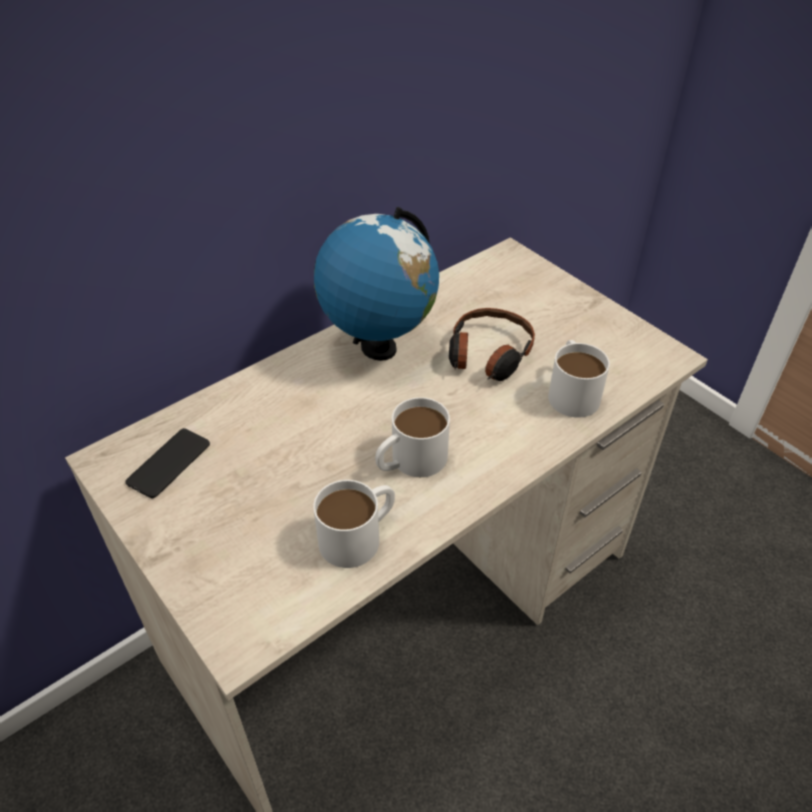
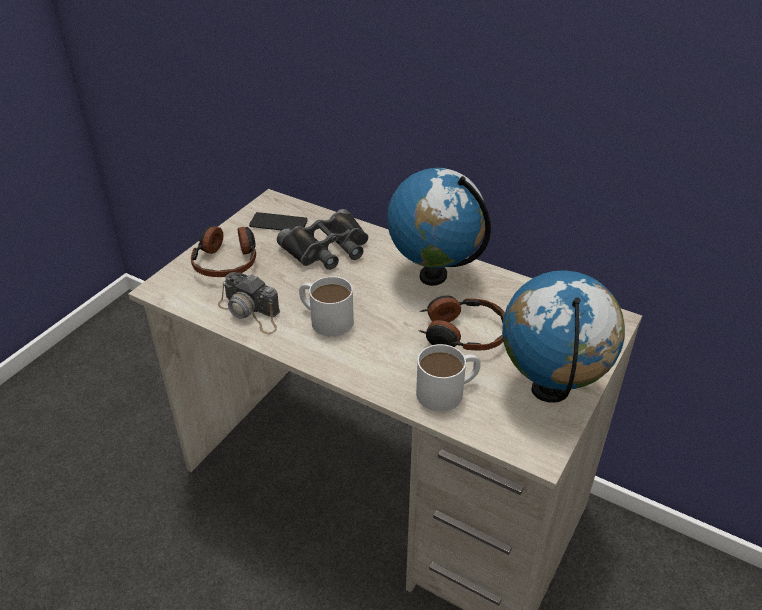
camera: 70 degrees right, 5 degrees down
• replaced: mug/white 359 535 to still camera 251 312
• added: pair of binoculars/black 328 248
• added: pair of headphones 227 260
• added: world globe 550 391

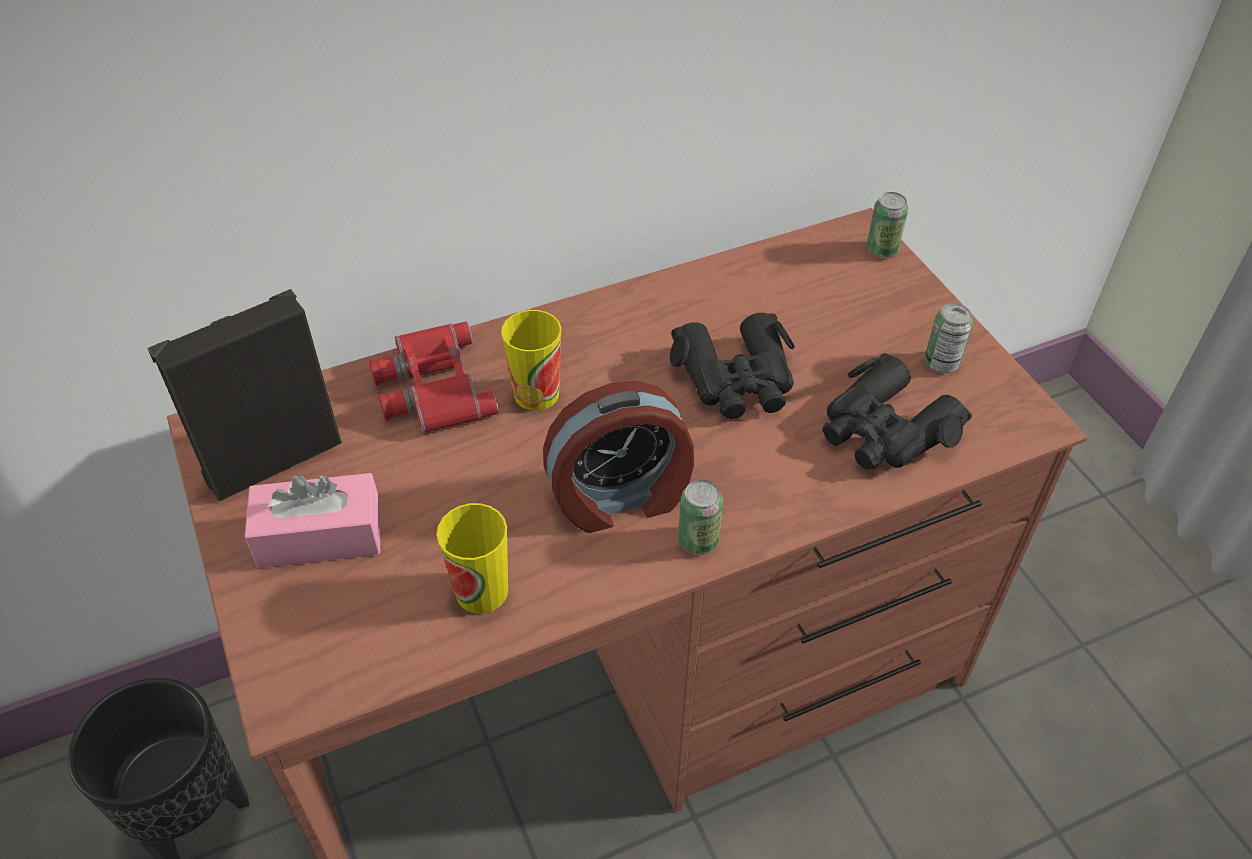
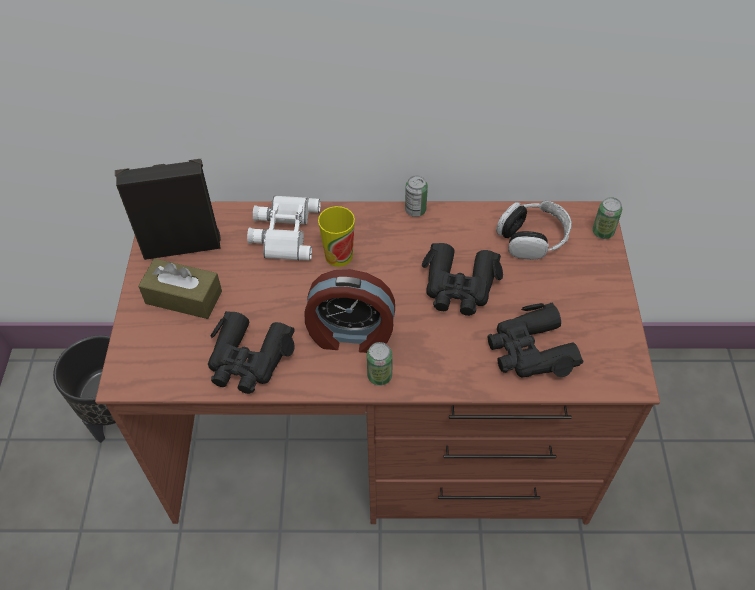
camera: 25 degrees right, 5 degrees up
• moved: sealed can 941 363 to 415 210
• recoloured: pair of binoculars/red-coloured 430 387 to pair of binoculars/white 283 231
• recoloured: tissue holder/pink 320 536 to tissue holder/brownish 183 297
• replaced: small cup 482 591 to pair of binoculars/black 248 360
• added: pair of headphones 532 237

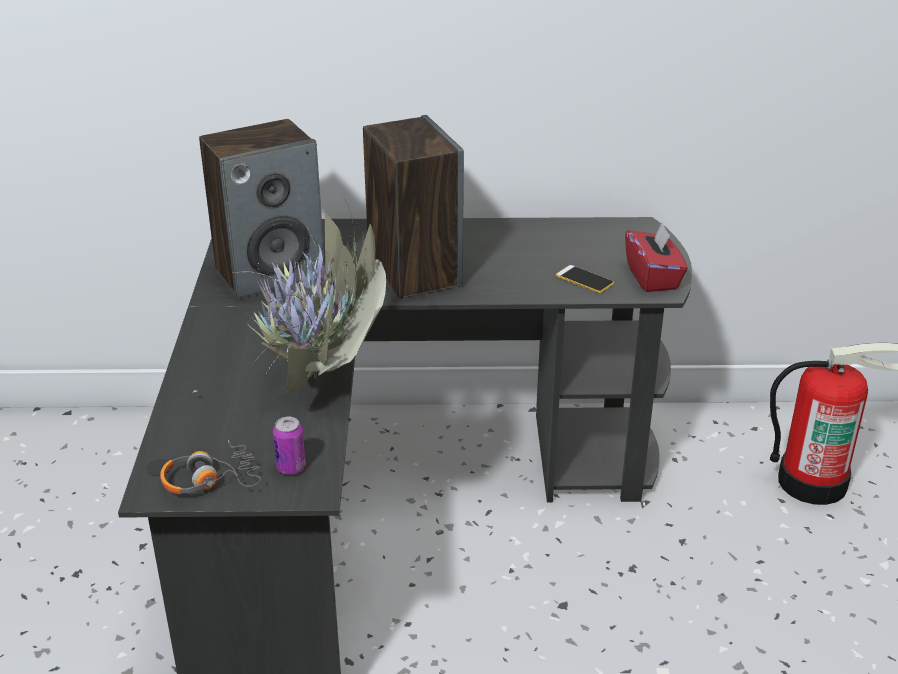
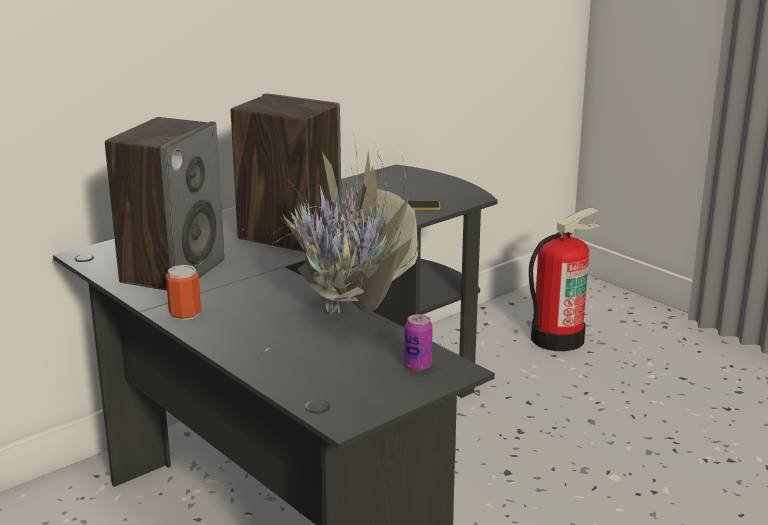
camera: 40 degrees left, 10 degrees down
• removed: tissue holder/red-coloured 653 277
• removed: pair of headphones 210 479
• added: sealed can 185 314

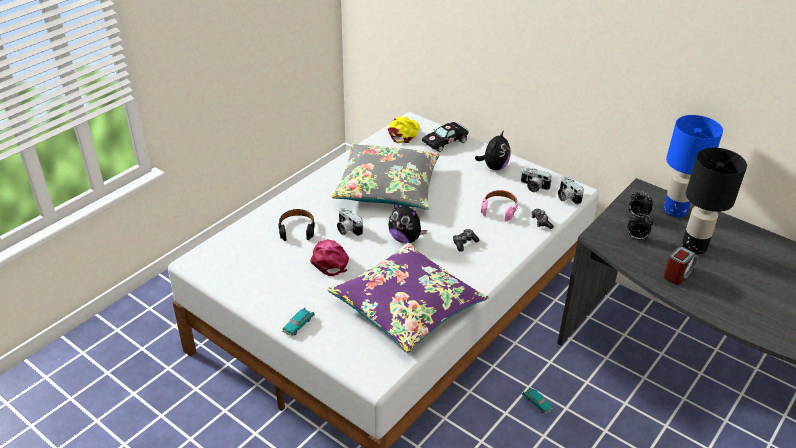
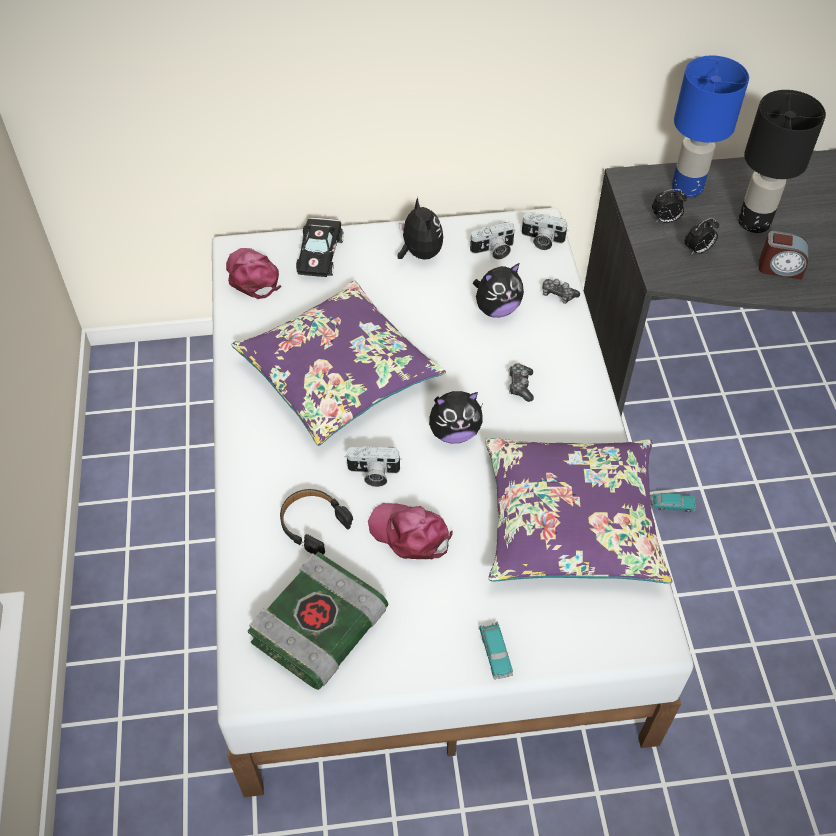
camera: 45 degrees left, 15 degrees up
• recoloured: baseball cap/yellow-coloured 404 133 to baseball cap/pink 252 276
• recoloured: cushion/grey 387 187 to cushion/purple 339 373
• replaced: pair of headphones/pink 499 208 to soft toy 496 309
• turned: bedside clock 677 274 = 780 268 105 degrees clockwise
• added: bound book 319 629

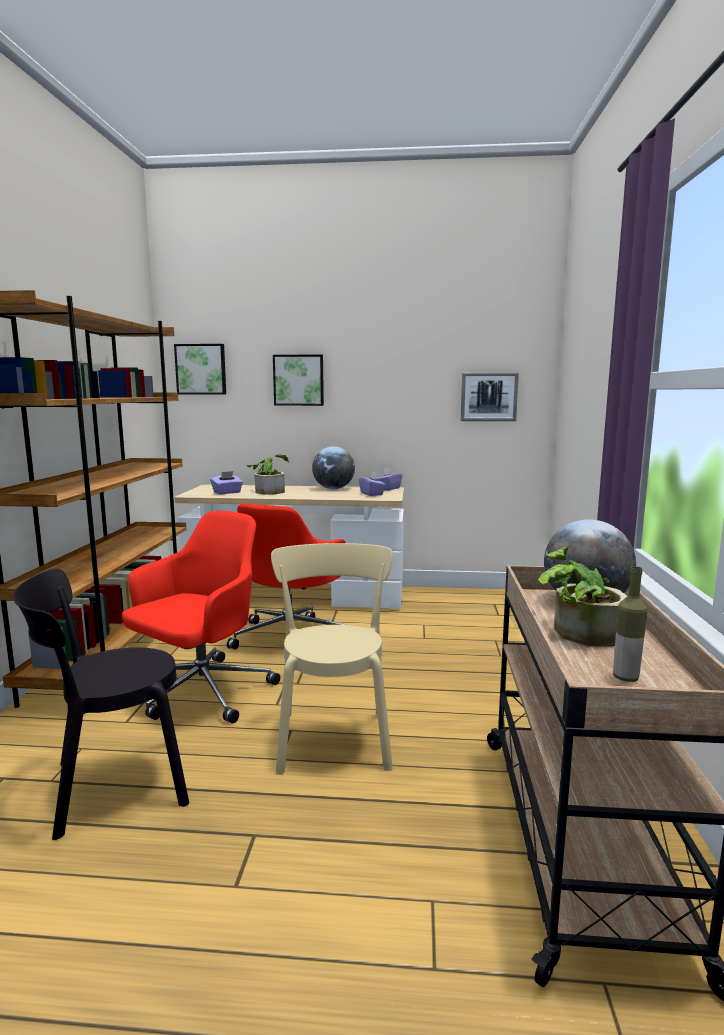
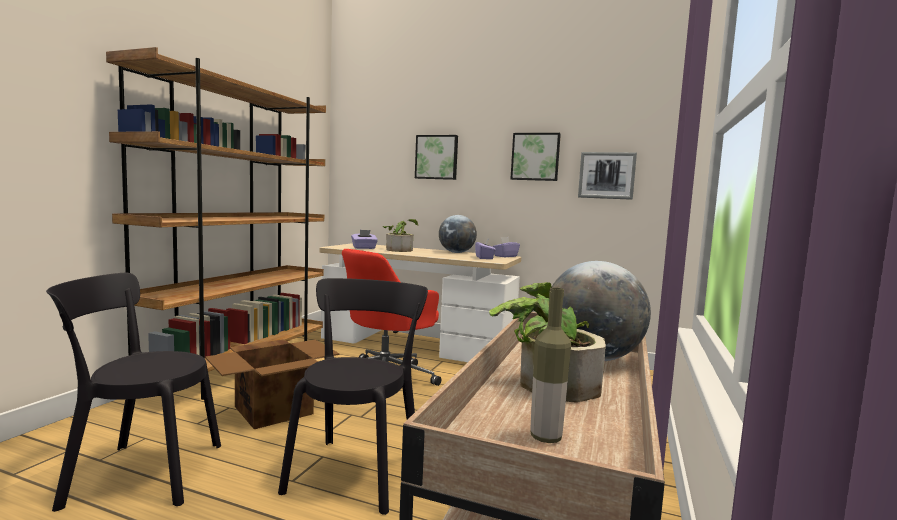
camera: 15 degrees right, 5 degrees down
• moved: wall picture 201 369 to 535 157
• replaced: desk chair/red-coloured 201 692 to carton 275 410
• recoloured: plain chair/sand-coloured 334 736 to plain chair/black 356 470

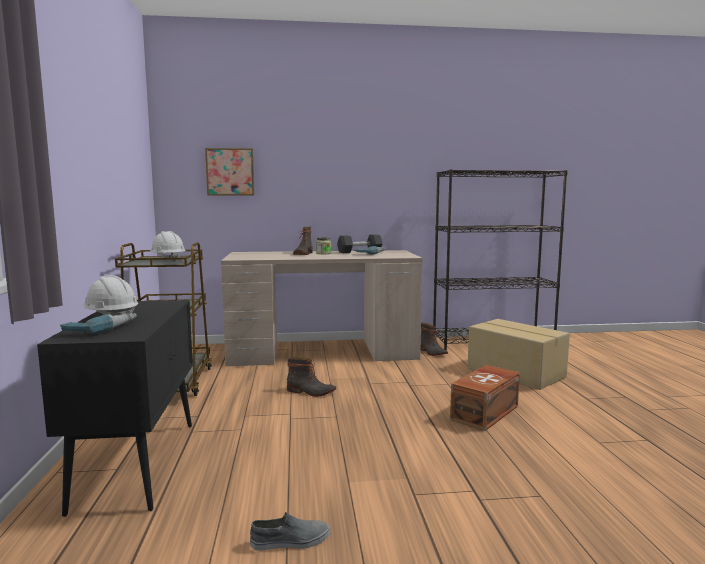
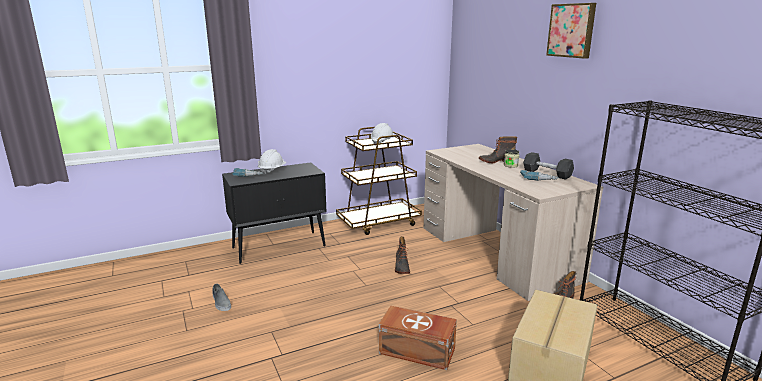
camera: 70 degrees right, 10 degrees up
• moved: wall picture 230 172 to 572 30

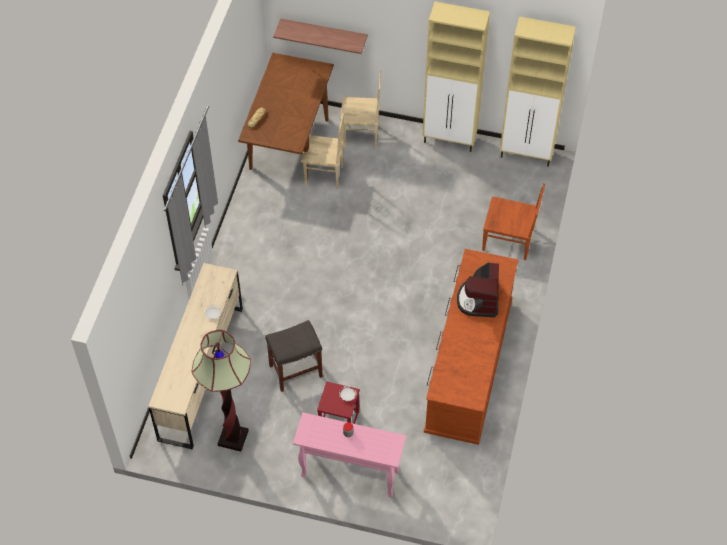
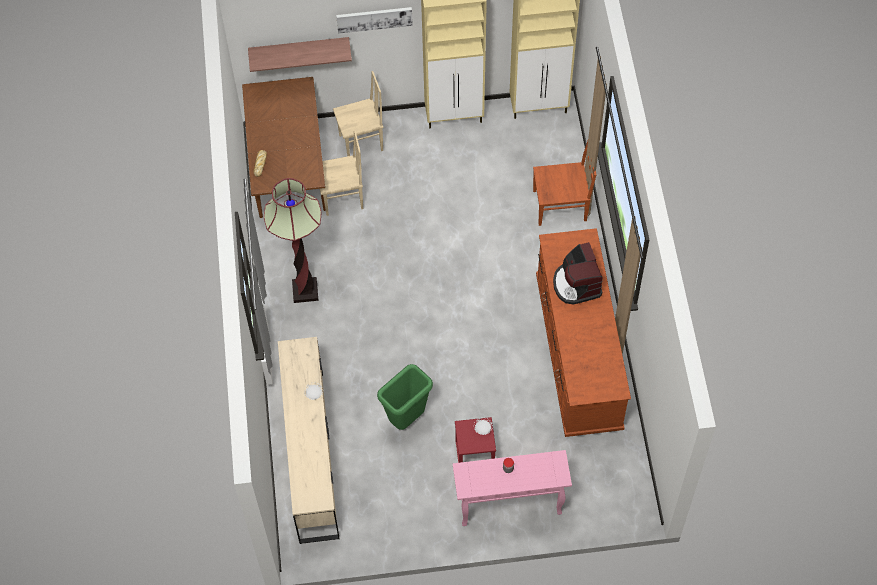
camera: 20 degrees left, 5 degrees up
• replaced: sitting stool/grey 295 371 to trash can/green 407 419
• moved: standing lamp 233 438 to 305 291
• added: wall picture 374 19

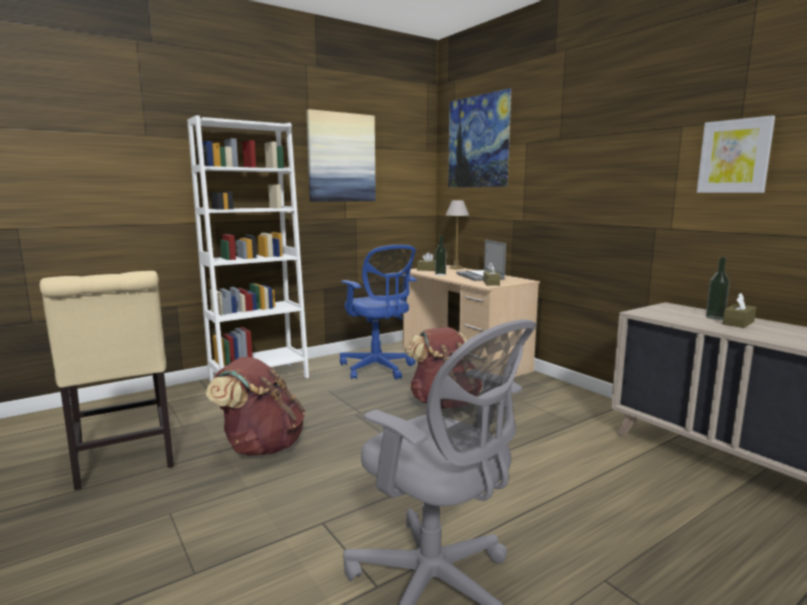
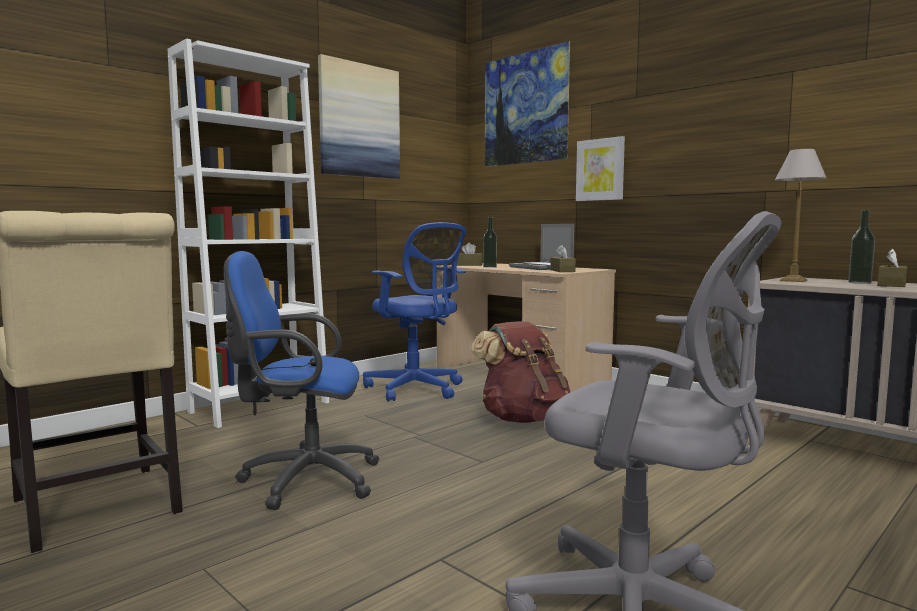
camera: 10 degrees left, 5 degrees down
• moved: wall picture 734 156 to 600 169
• moved: lamp for a table 456 268 to 794 280
• replaced: knapsack/brownish 261 447 to desk chair/blue 303 480

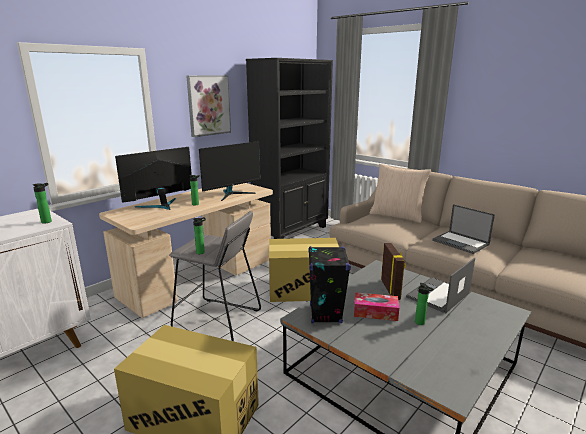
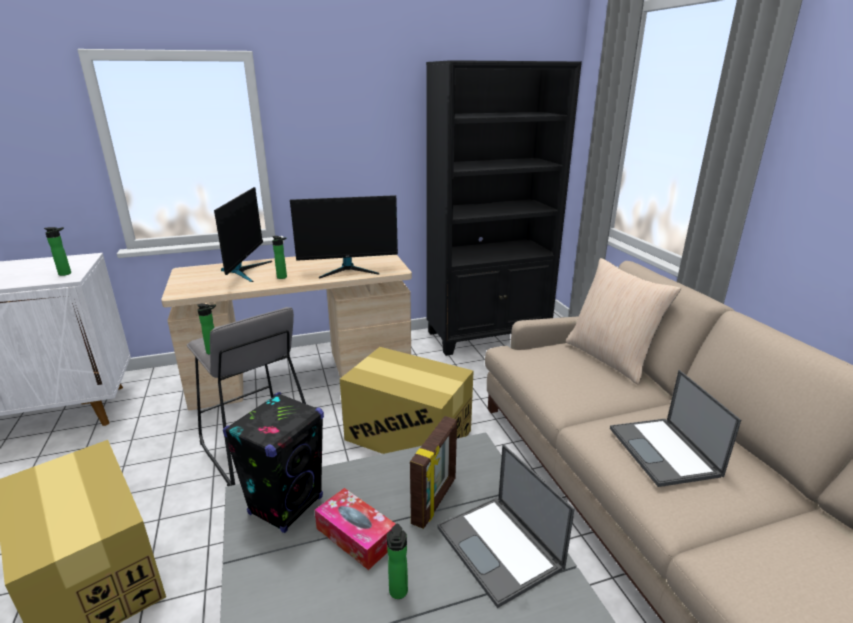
camera: 30 degrees right, 5 degrees up
• removed: wall picture 208 105
• turned: monitor 161 205 = 245 271 105 degrees clockwise
• turned: portable computer 438 295 = 500 548 105 degrees counterclockwise

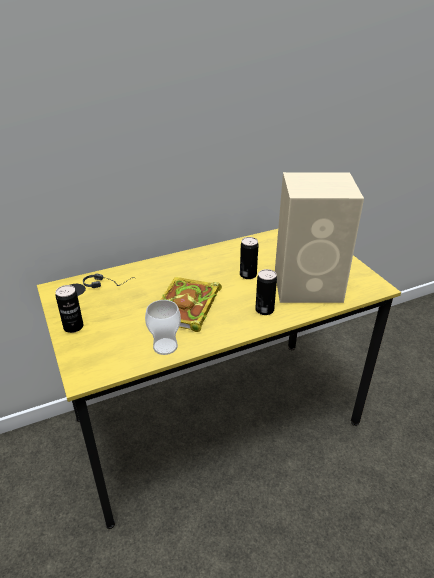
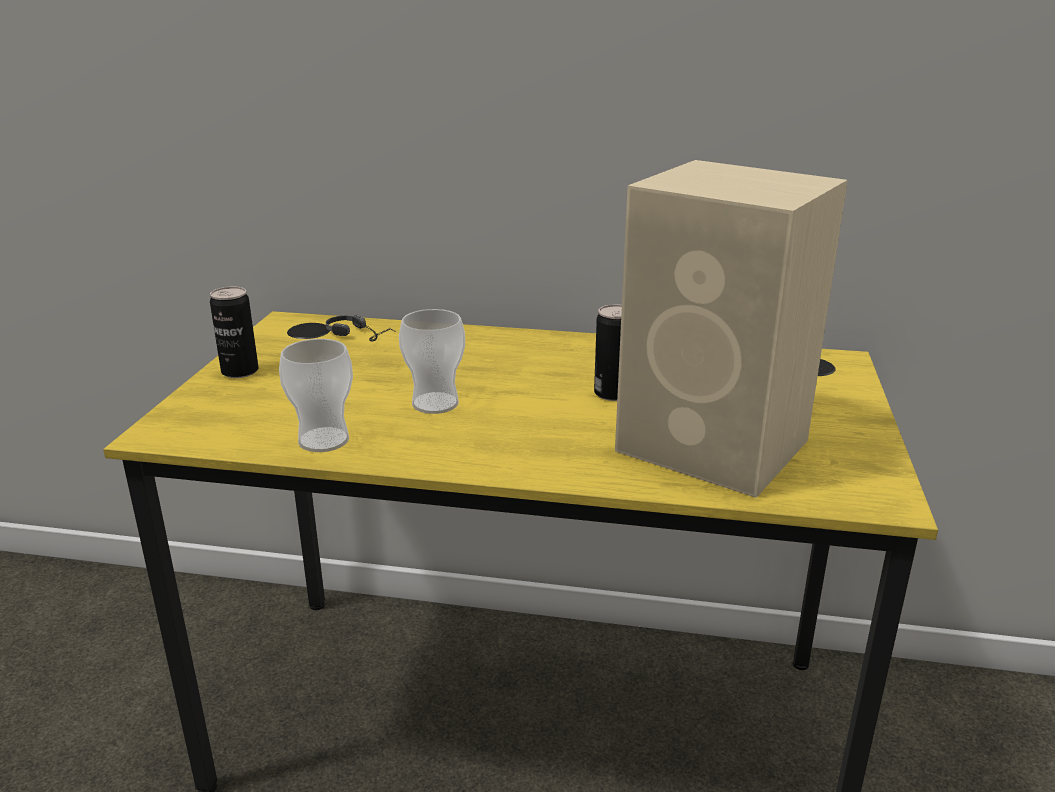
camera: 35 degrees right, 10 degrees down
• removed: sealed can 264 310
• replaced: bound book 187 308 to small cup 435 403

